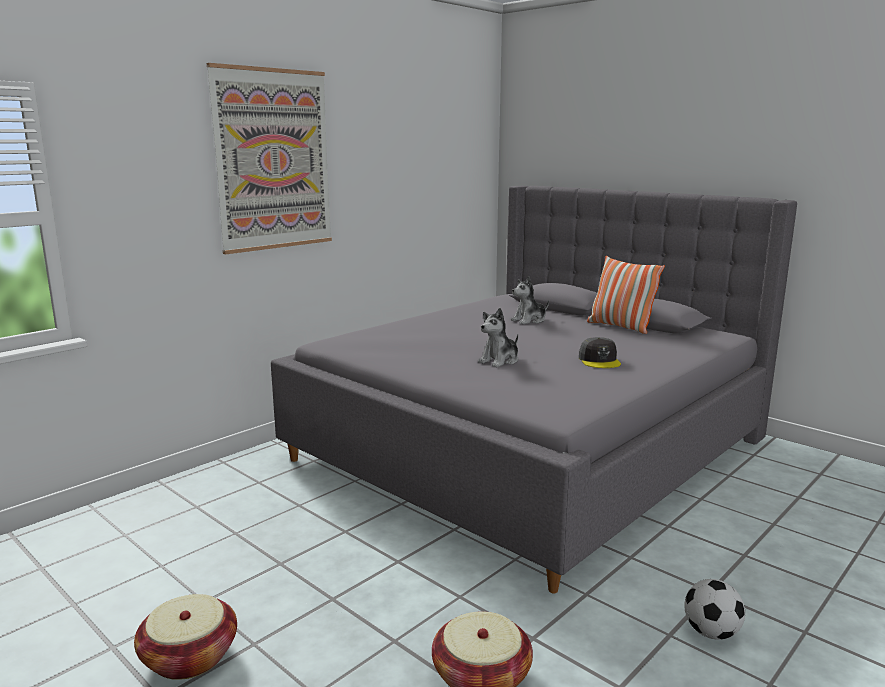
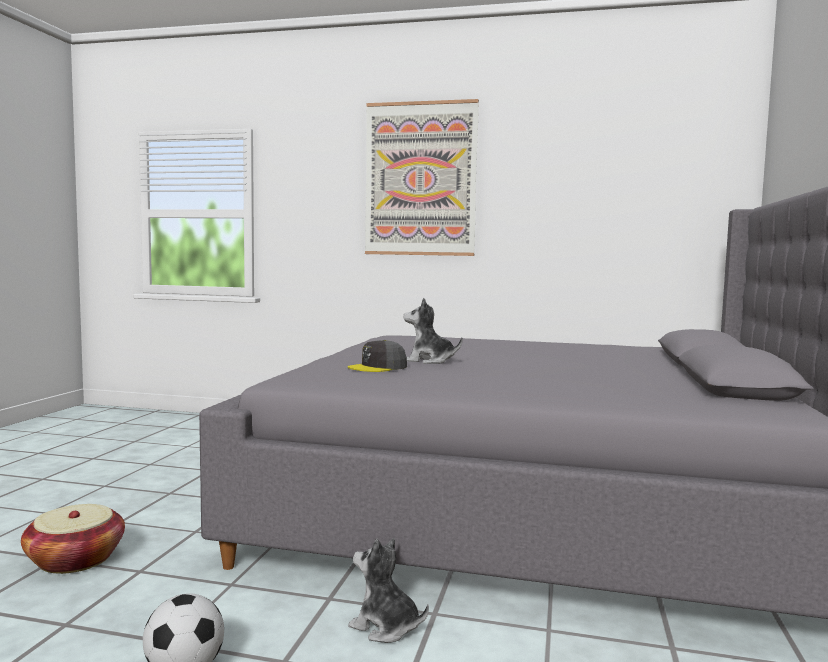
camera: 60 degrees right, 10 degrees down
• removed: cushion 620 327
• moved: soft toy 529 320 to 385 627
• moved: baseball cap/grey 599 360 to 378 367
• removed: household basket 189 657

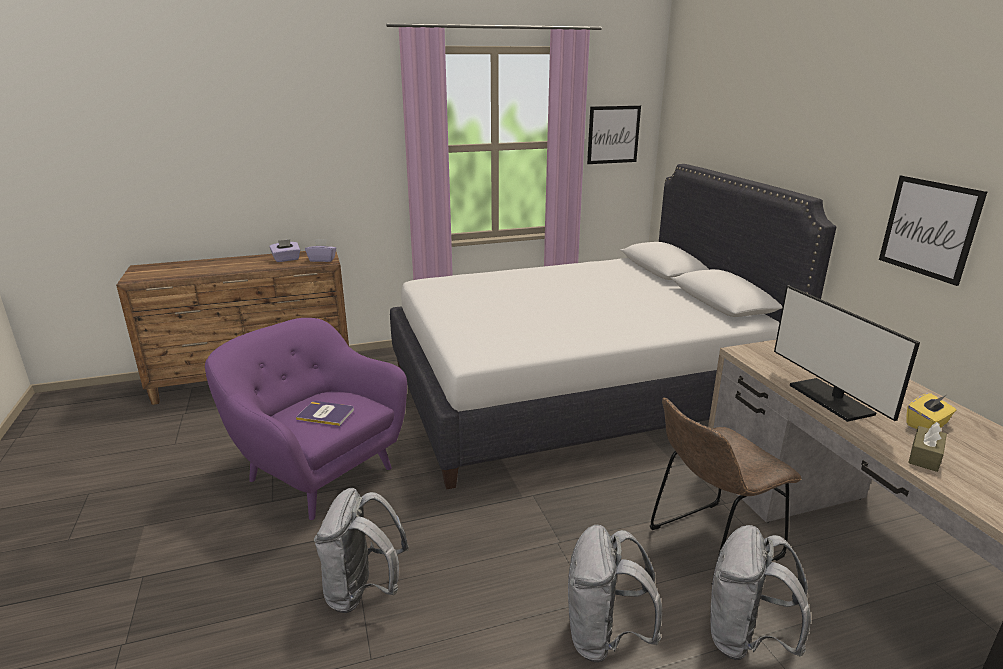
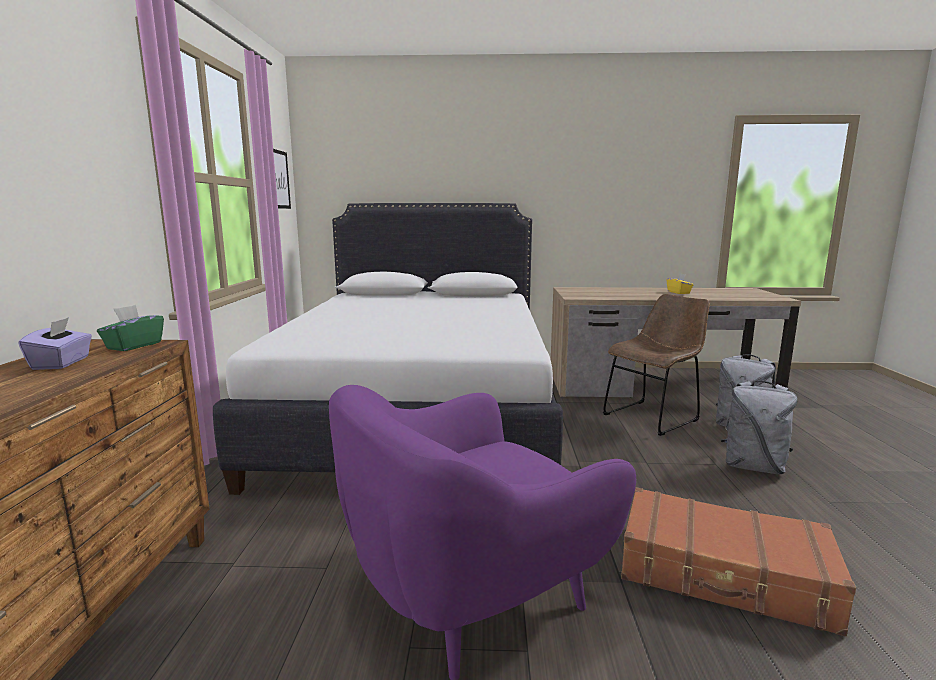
camera: 70 degrees left, 10 degrees down
• removed: wall picture 929 228
• recoloured: tissue holder/purple 322 260 to tissue holder/green 134 346
• removed: monitor 830 399
• turned: plain chair/brownish 709 545 = 653 416 120 degrees counterclockwise
• removed: bound book 326 414
• removed: tissue holder/brownish 925 456
• replaced: knapsack/grey 363 592 to piece of luggage/brownish 724 575

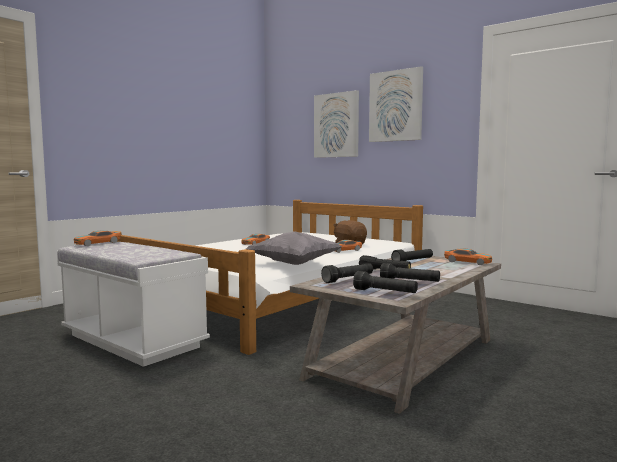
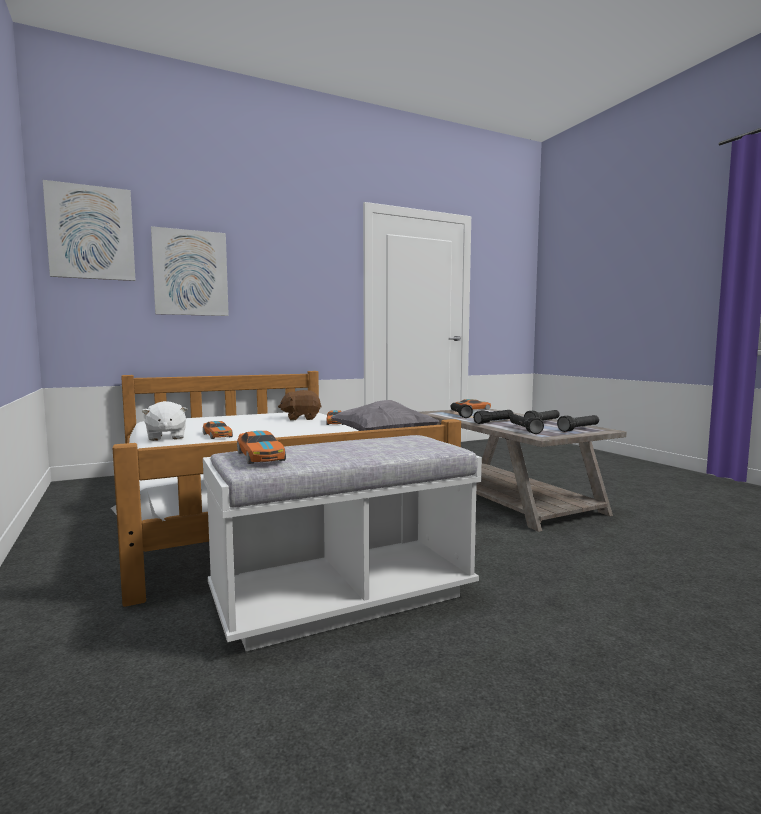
camera: 65 degrees left, 0 degrees up
• moved: wall picture 396 106 to 91 233
• added: soft toy/white 166 437

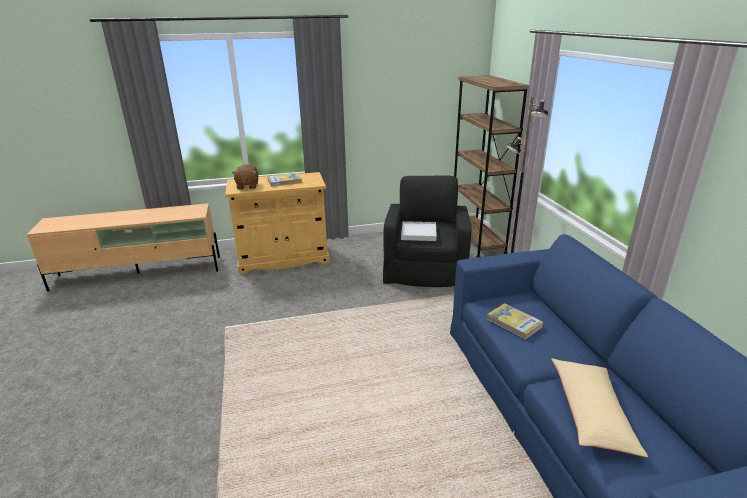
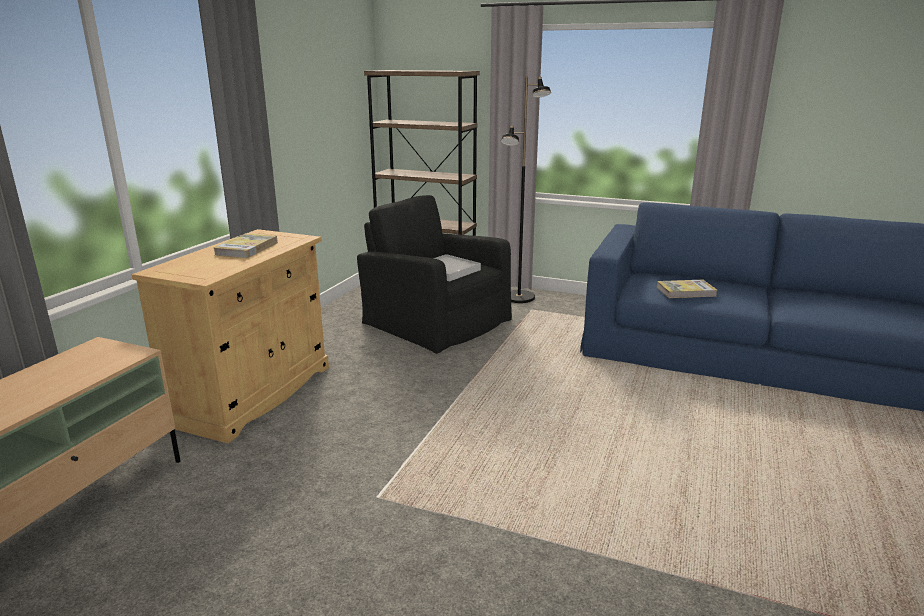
camera: 55 degrees left, 5 degrees down
• removed: soft toy/brownish 247 186
• removed: cushion/sand-coloured 591 413

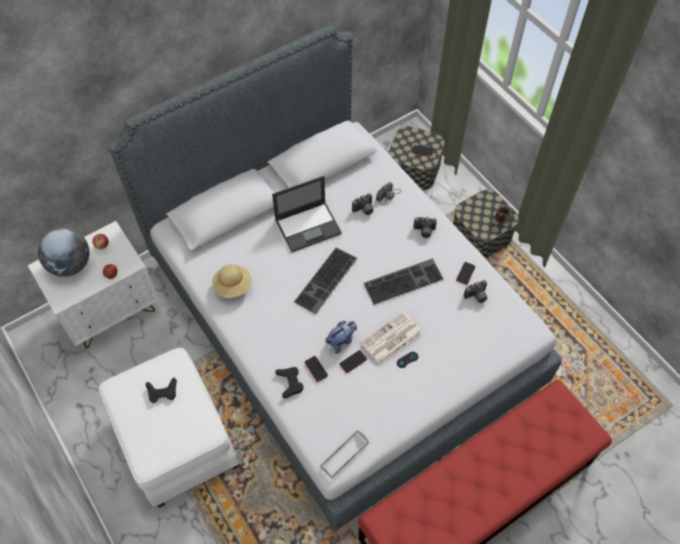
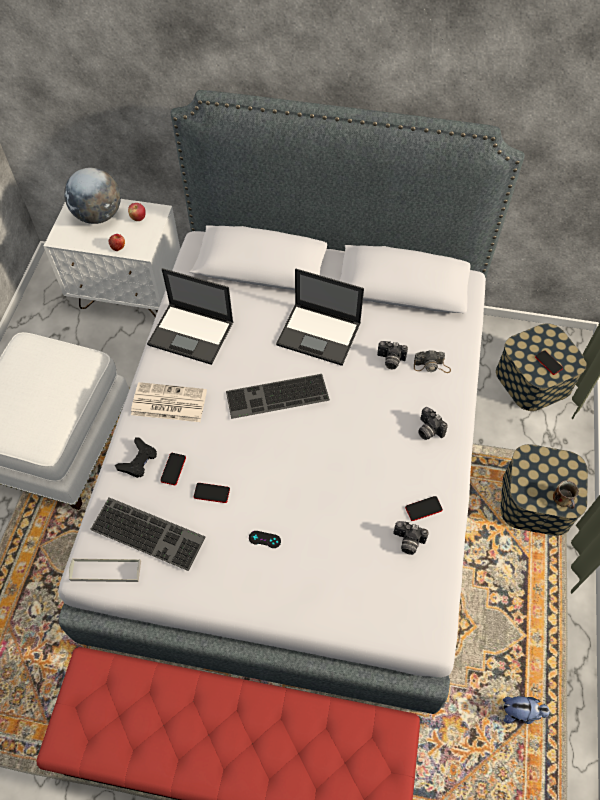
camera: 45 degrees right, 0 degrees up
• moved: keyboard 403 280 to 149 532
• replaced: hat/sand-coloured 233 286 to portable computer 192 333
• moved: daily paper 391 339 to 168 403
• moved: soft toy 341 341 to 520 713
• removed: game controller/black 162 392

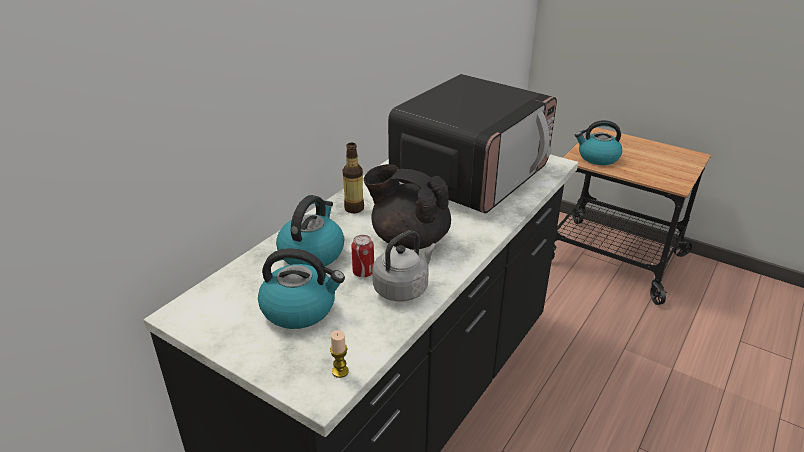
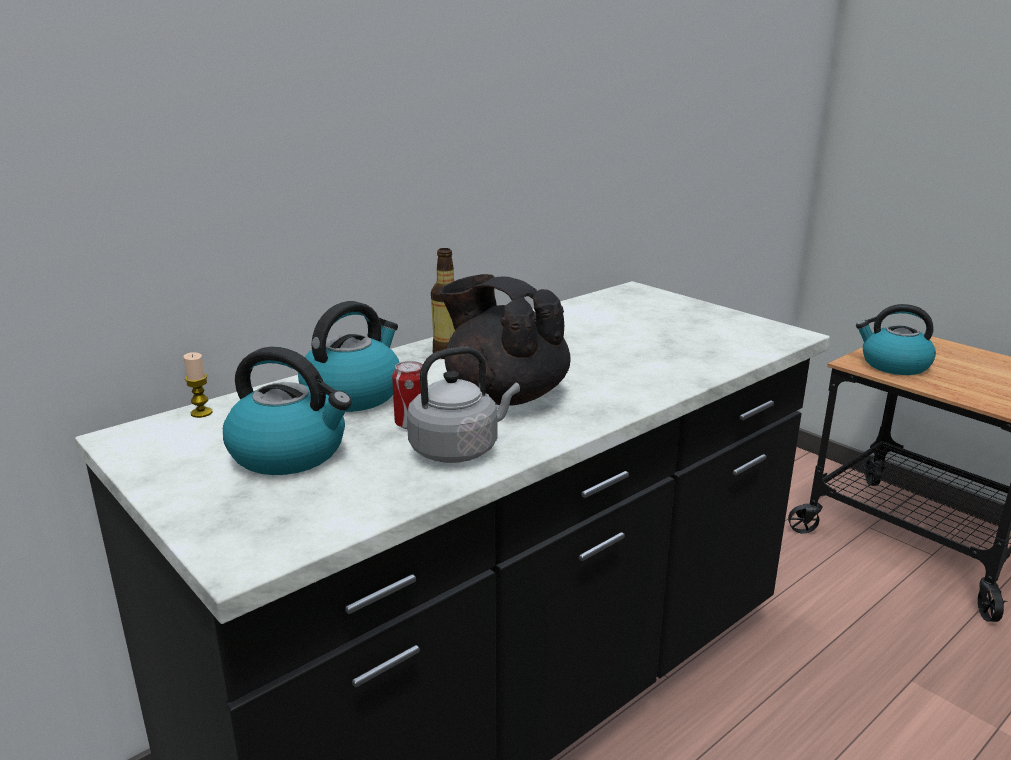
camera: 15 degrees right, 10 degrees down
• removed: microwave 471 175
• moved: wax candle 340 371 to 201 413

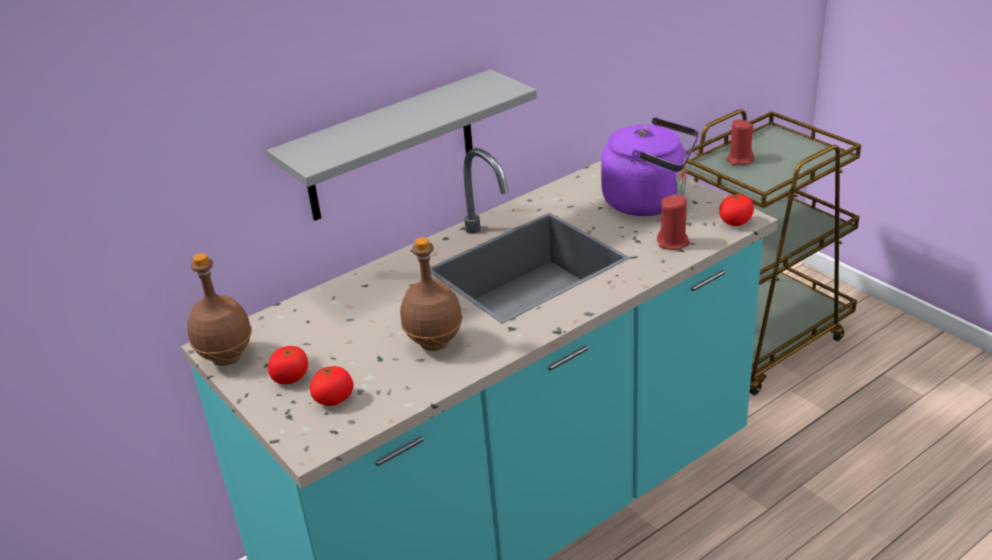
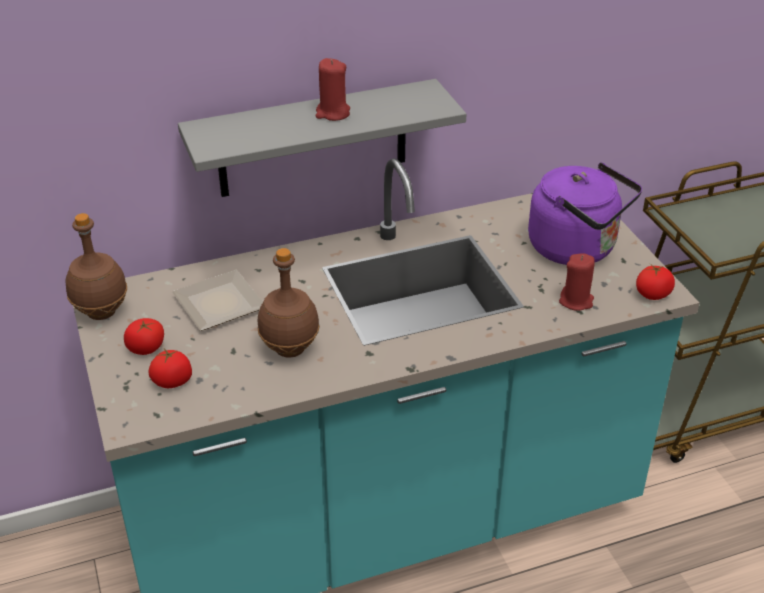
camera: 15 degrees right, 5 degrees up
• moved: wax candle/red-coloured 739 160 to 332 113
• added: flat dish 223 305

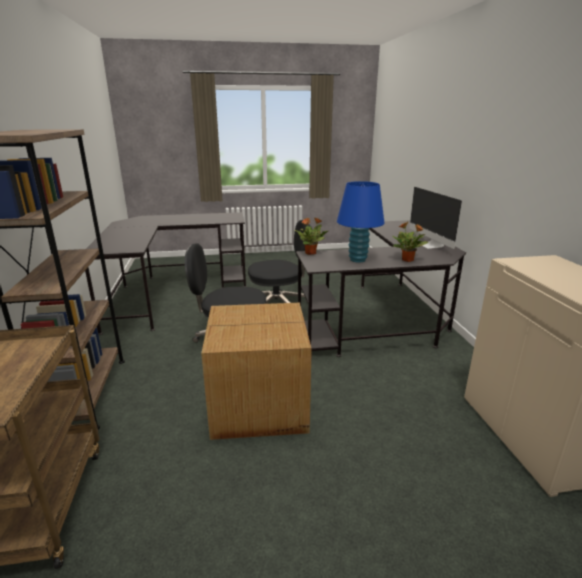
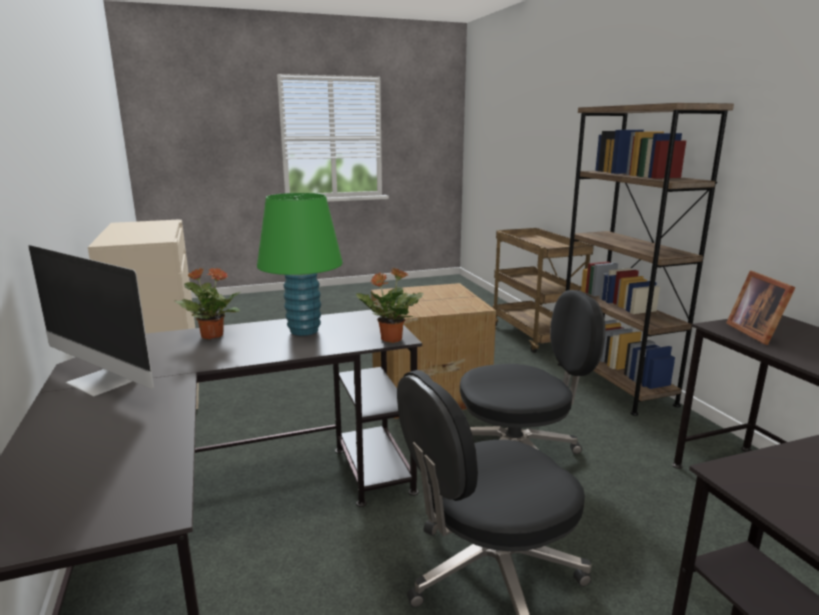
camera: 170 degrees right, 5 degrees down
• recoloured: lamp for a table/blue 358 260 to lamp for a table/green 304 330
• turned: monitor 430 245 = 104 381 150 degrees clockwise
• added: picture frame 756 333

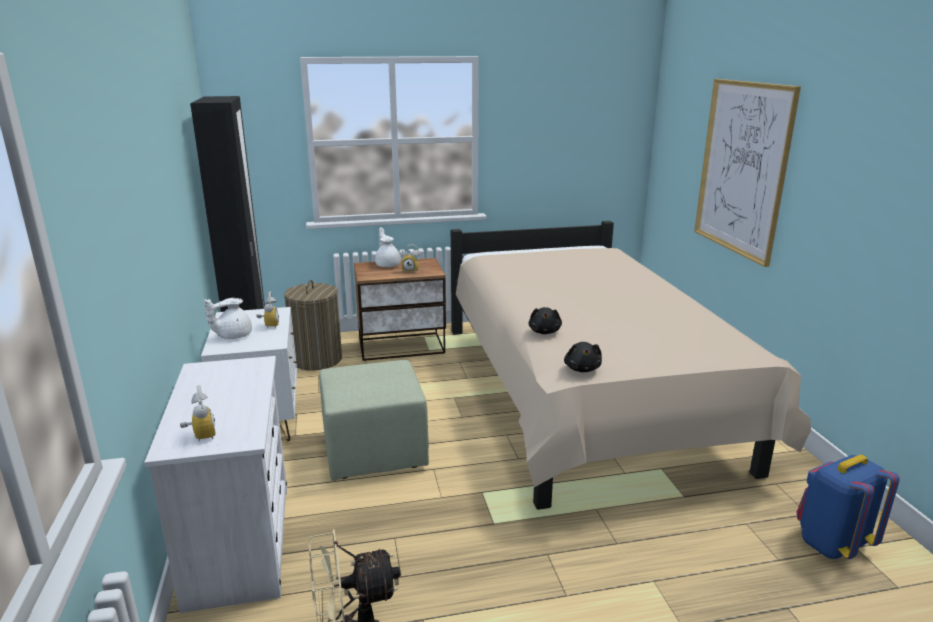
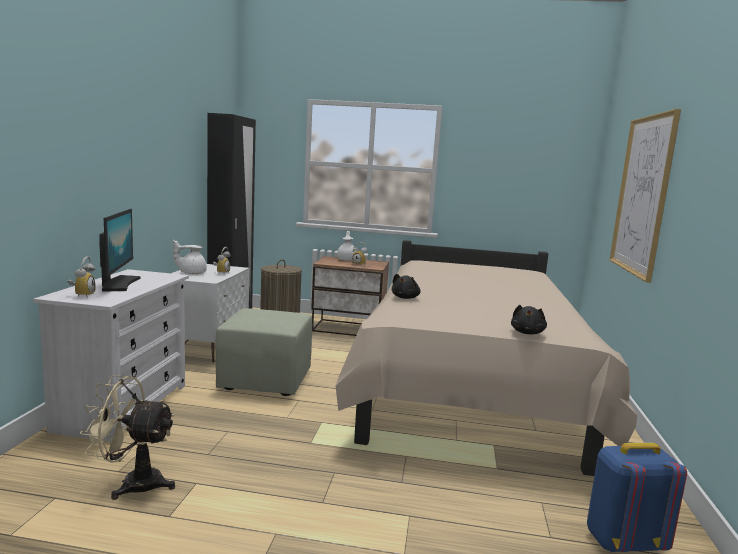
camera: 20 degrees right, 10 degrees down
• moved: soft toy/black 582 368 to 527 333
• added: monitor 119 284

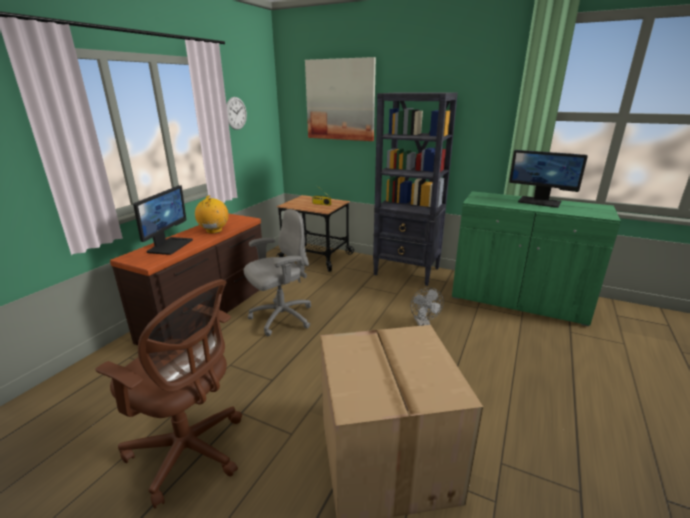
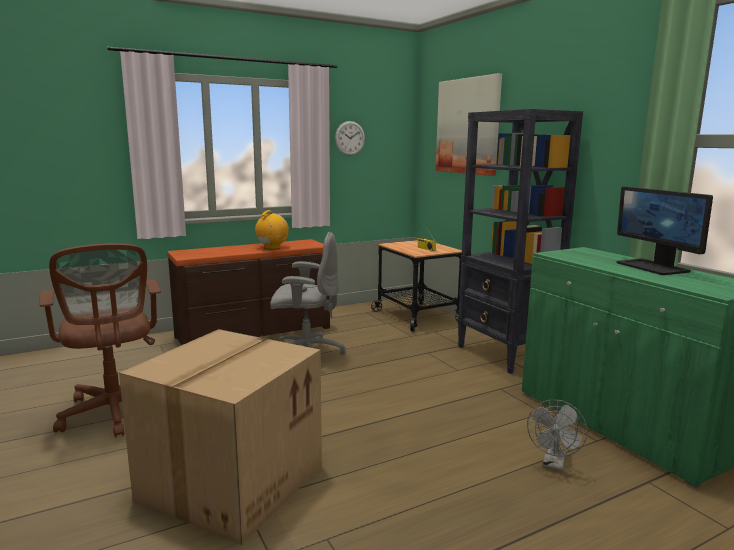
camera: 35 degrees right, 10 degrees down
• removed: monitor 169 246
• moved: cooling fan/grey 423 325 to 554 464

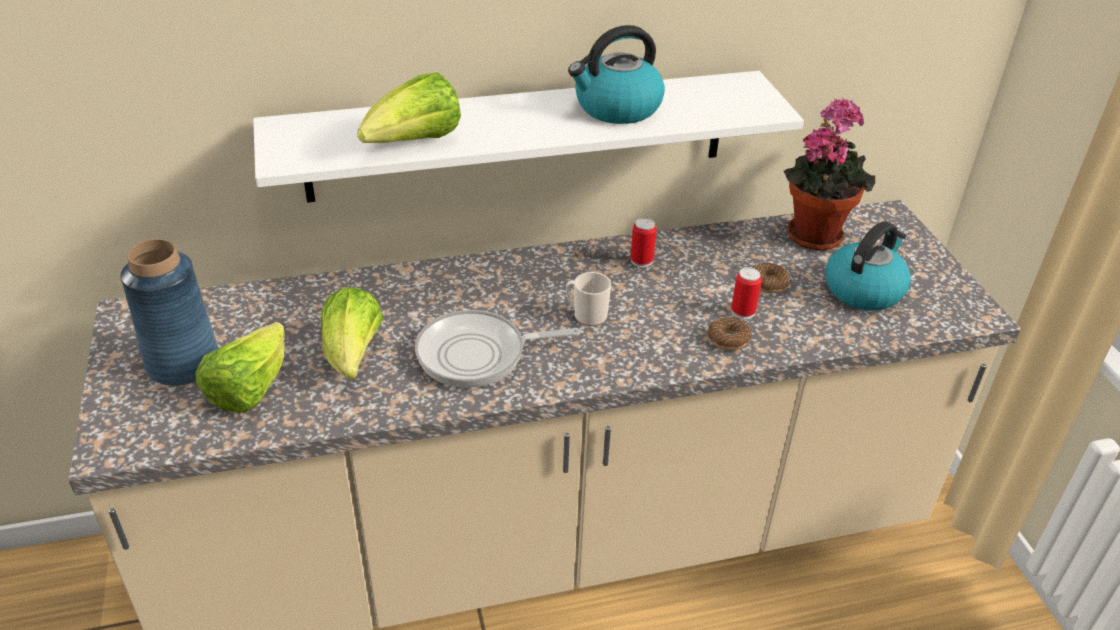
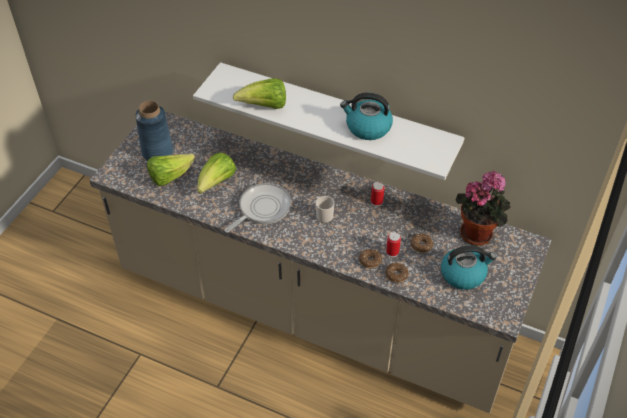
camera: 40 degrees right, 10 degrees up
• turned: skillet 478 354 = 262 208 105 degrees clockwise
• added: donut 396 275

